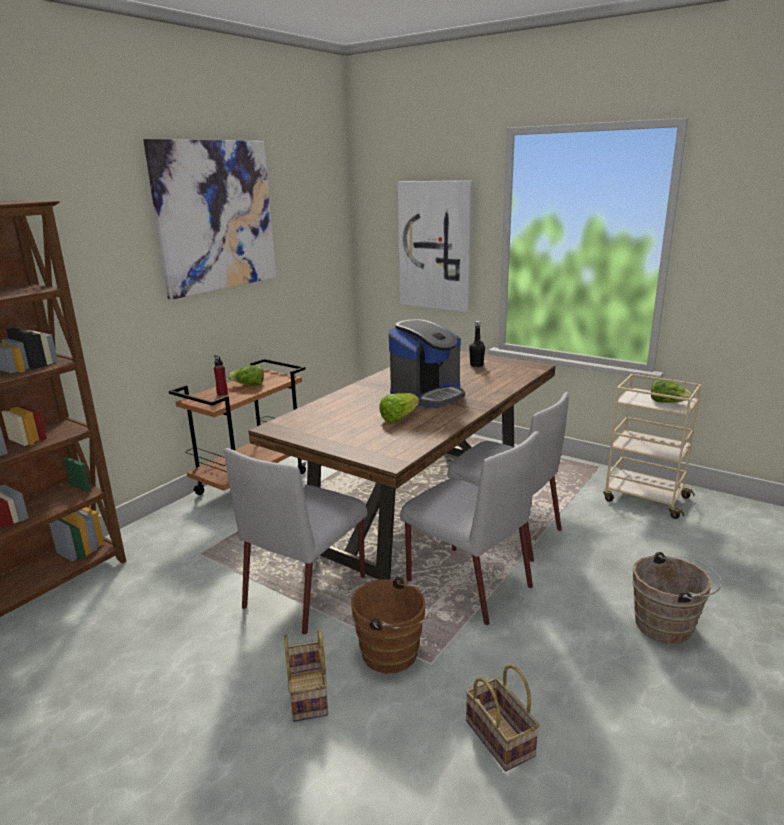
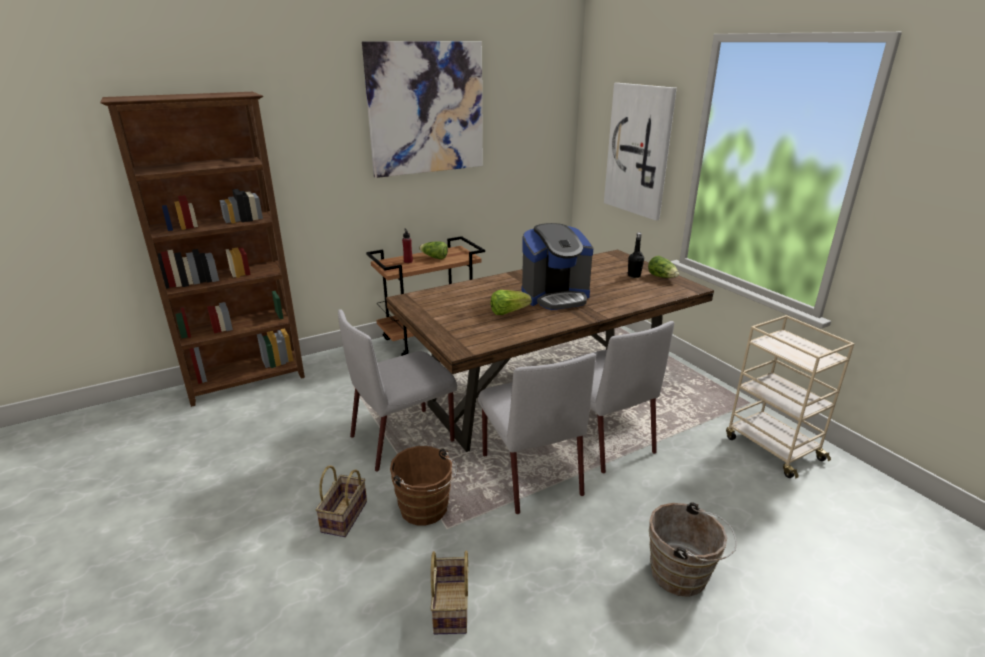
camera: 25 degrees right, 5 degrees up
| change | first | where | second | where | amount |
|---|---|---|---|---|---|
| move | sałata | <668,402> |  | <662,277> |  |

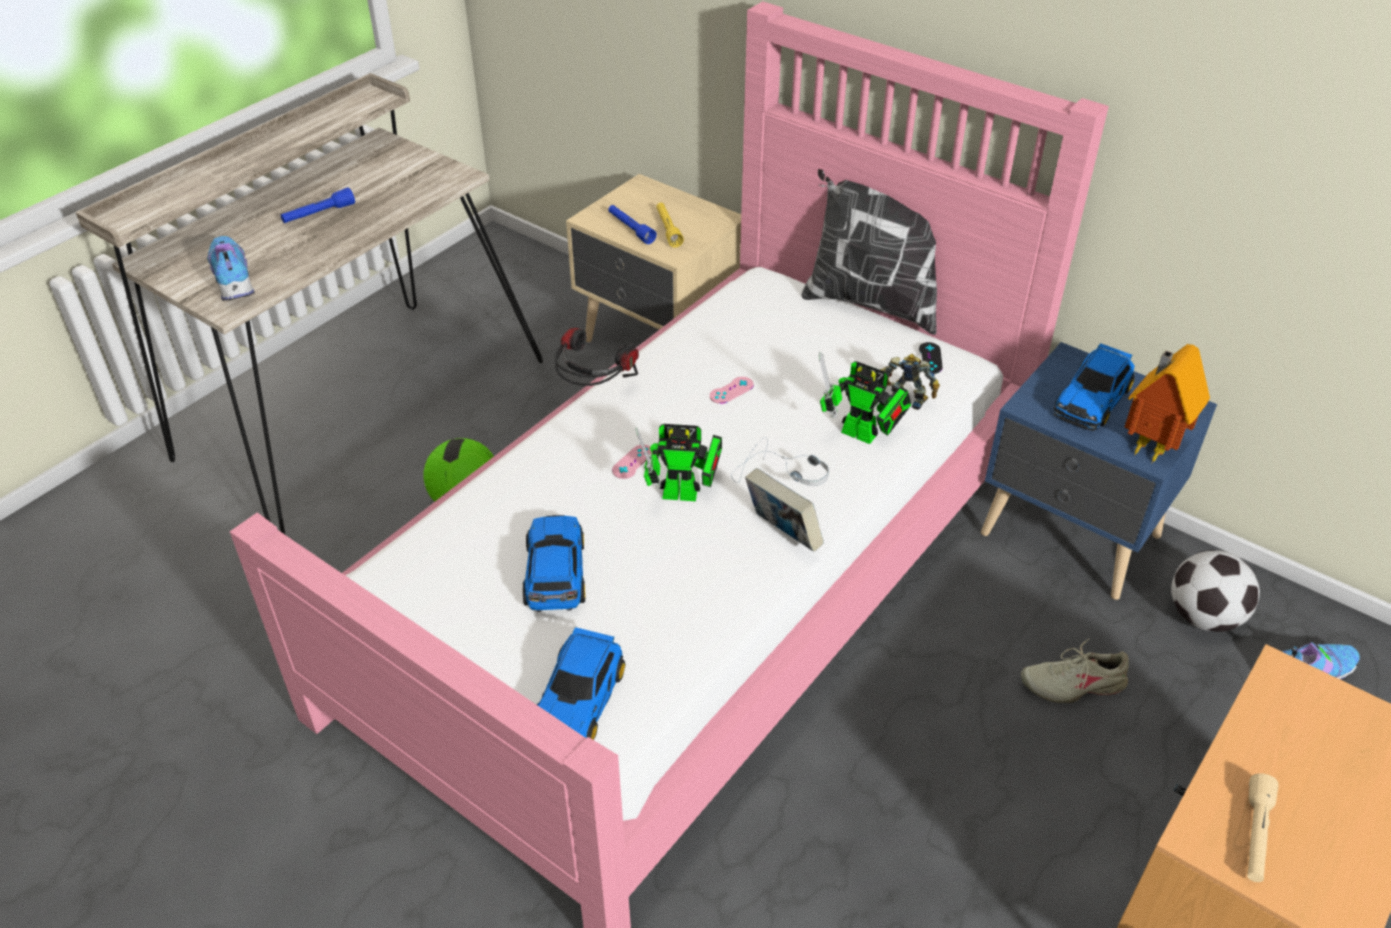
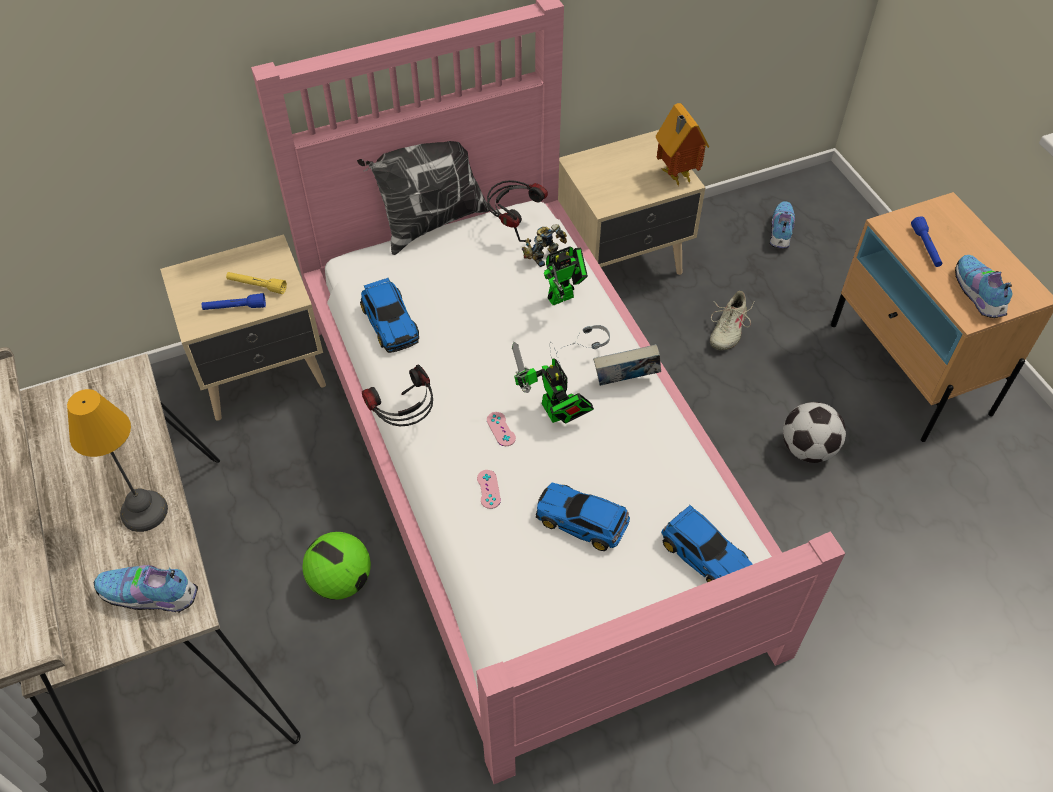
camera: 60 degrees left, 10 degrees up
| change | first | where | second | where | amount |
|---|---|---|---|---|---|
| insert |  |  | lampa stołowa | <143,512> |  |
| move | latarka/niebieski | <319,214> |  | <925,247> |  |
| move | pad do gier/różowy | <731,390> |  | <488,489> |  |
| move | samochodzik | <1093,399> |  | <390,322> |  |
| move | piłka futbolowa | <1203,617> |  | <807,449> |  |
| replace | pad do gier/czarny | <930,358> | słuchawki | <514,225> |  |
| replace | latarka/beżowy | <1255,835> | but | <978,296> |  |
| recolor | szafka nocna/niebieski | <1071,538> | szafka nocna/beżowy | <622,264> |  |
| rotate | robot zabawkowy | <686,495> |  | <555,414> | 120 degrees clockwise |

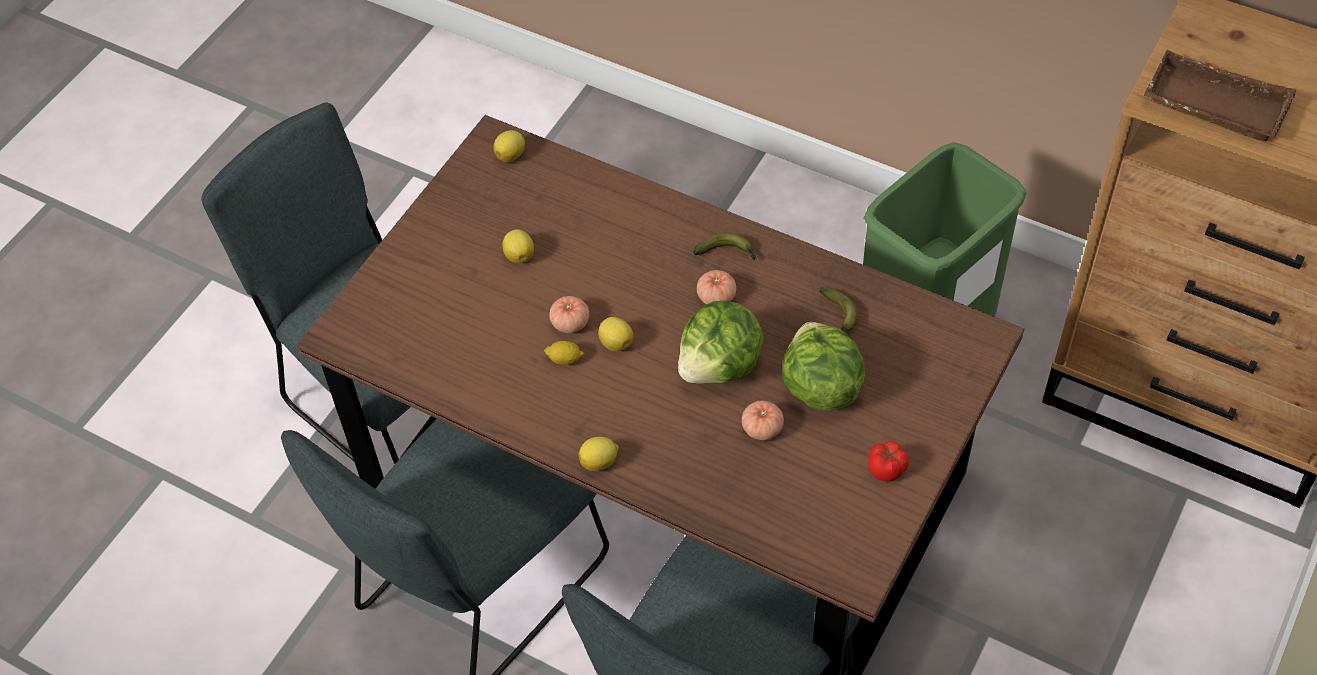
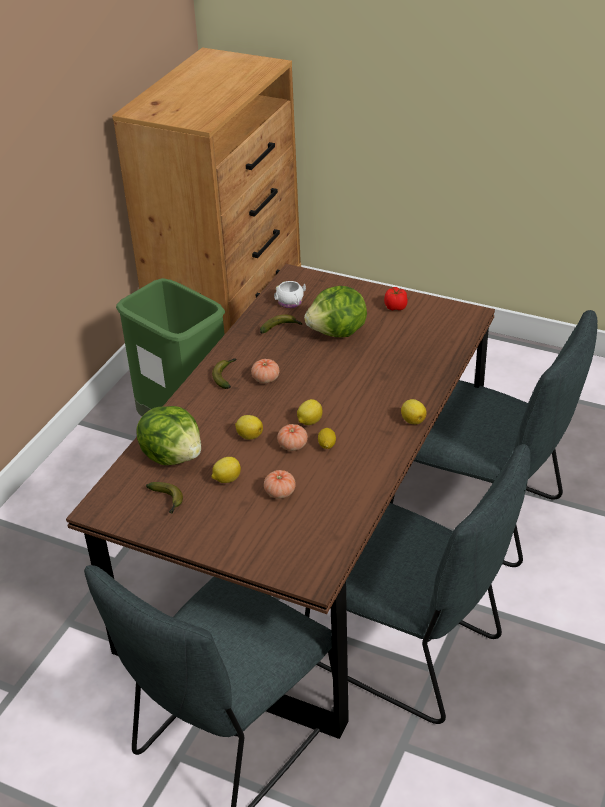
camera: 95 degrees left, 15 degrees down
| change | first | where | second | where | amount |
|---|---|---|---|---|---|
| delete | taca/brązowy | <1212,107> |  |  |  |
| insert |  |  | banan | <167,501> |  |
| insert |  |  | kubek/biały | <291,303> |  |
| move | cytryna | <511,155> |  | <249,435> |  |
| move | sałata | <721,366> |  | <173,455> |  |
| move | pomidor | <762,428> |  | <280,492> |  |

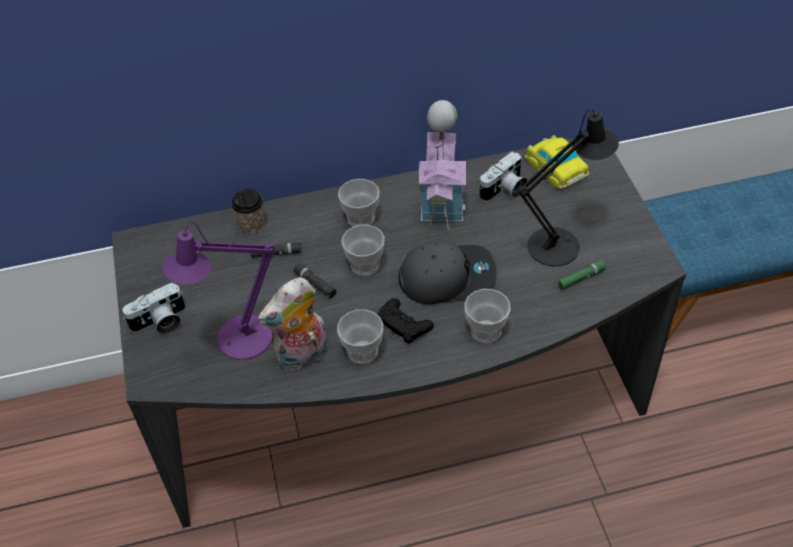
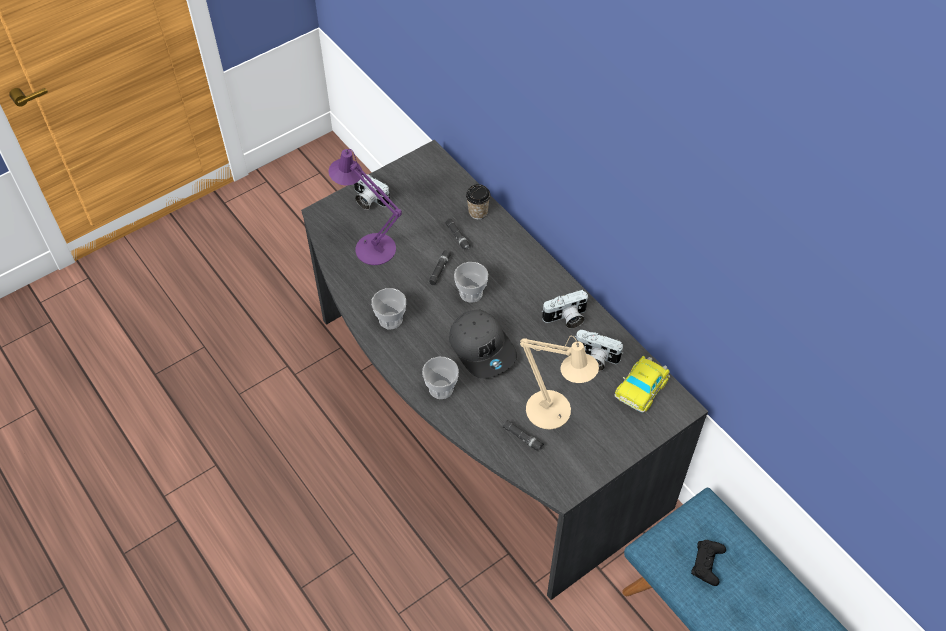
camera: 65 degrees right, 5 degrees up
| change | first | where | second | where | amount |
|---|---|---|---|---|---|
| delete | pluszak | <302,356> |  |  |  |
| delete | filiżanka | <361,218> |  |  |  |
| move | pad do gier/czarny | <403,324> |  | <707,563> |  |
| replace | domek | <443,197> | aparat fotograficzny | <566,318> |  |
| recolor | lampa stołowa/czarny | <560,244> | lampa stołowa/beżowy | <553,414> |  |
| recolor | latarka/zielony | <581,278> | latarka/czarny | <522,438> |  |

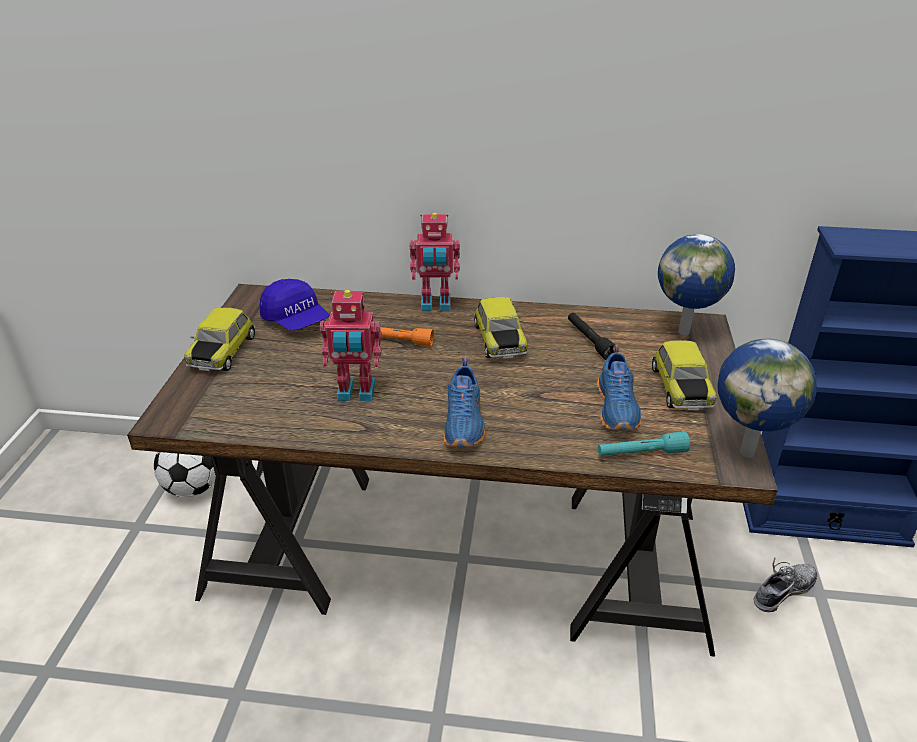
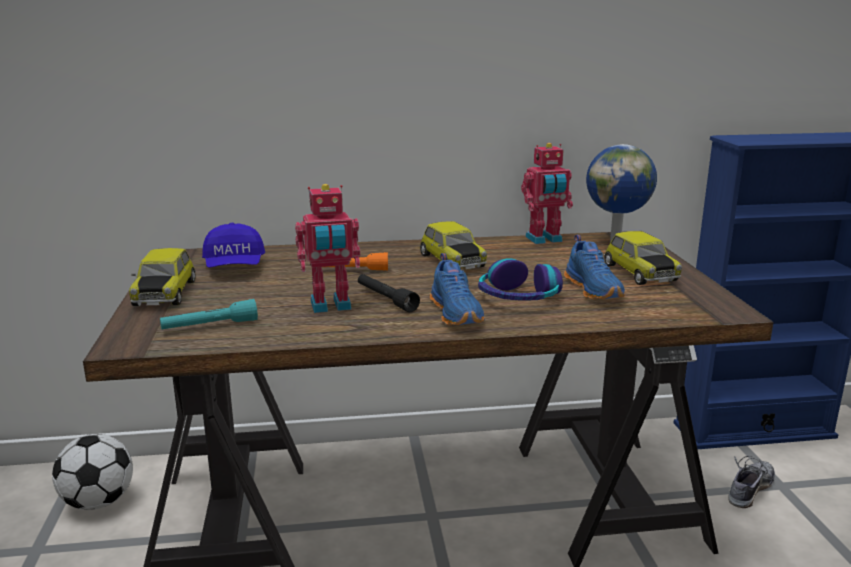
camera: 15 degrees left, 15 degrees down
| change | first | where | second | where | amount |
|---|---|---|---|---|---|
| delete | globus | <748,452> |  |  |  |
| insert |  |  | słuchawki | <518,297> |  |
| move | robot zabawkowy | <435,305> |  | <544,240> |  |
| move | latarka/czarny | <589,341> |  | <386,299> |  |
| move | latarka/turkusowy | <641,454> |  | <210,326> |  |
| rotate | czapka z daszkiem/niebieski | <296,320> |  | <234,267> | 45 degrees clockwise |

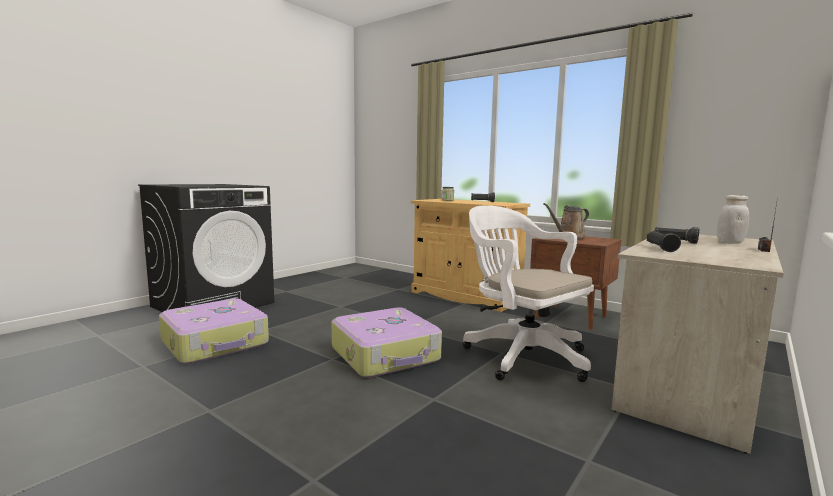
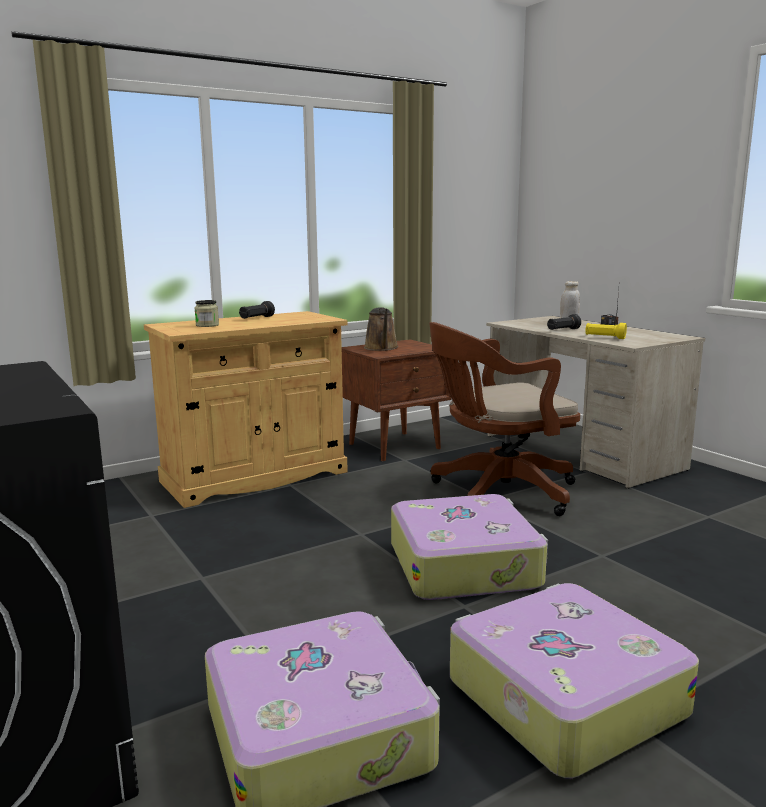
camera: 70 degrees left, 5 degrees up
| change | first | where | second | where | amount |
|---|---|---|---|---|---|
| insert |  |  | walizka | <562,696> |  |
| recolor | krzesło biurowe/biały | <521,355> | krzesło biurowe/brązowy | <497,493> |  |
| recolor | latarka/czarny | <661,248> | latarka/żółty | <604,337> |  |

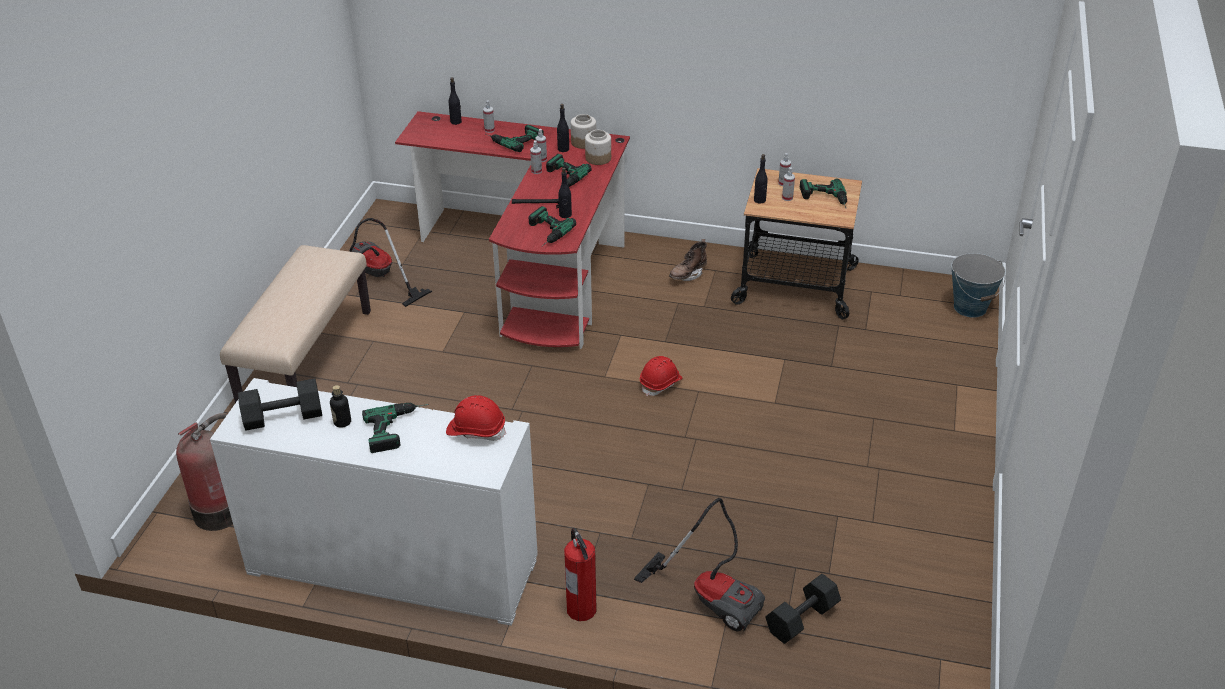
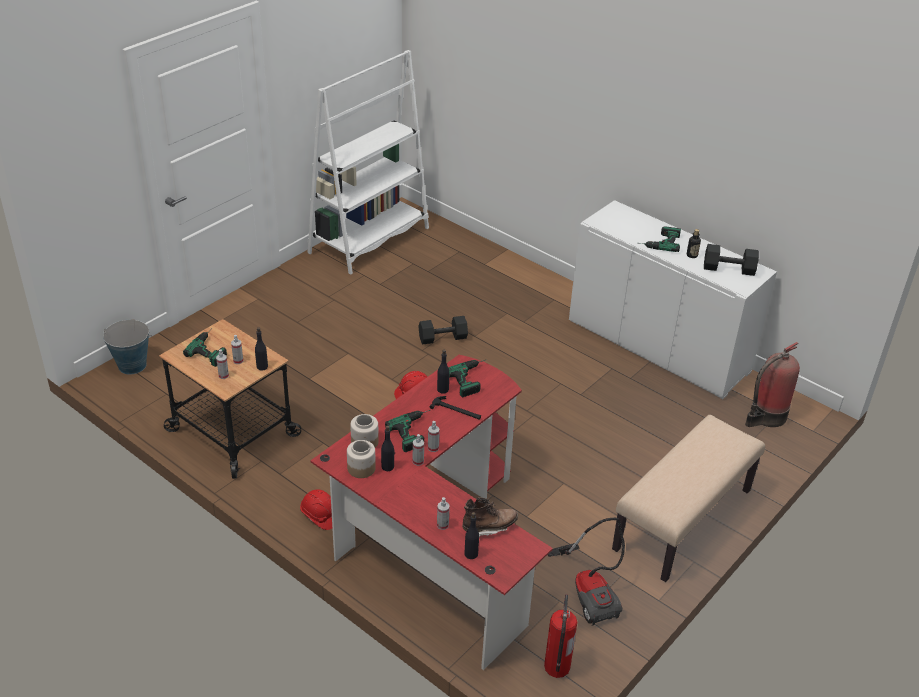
camera: 155 degrees left, 0 degrees up
| change | first | where | second | where | amount |
|---|---|---|---|---|---|
| delete | wiertarka | <513,139> |  |  |  |
| delete | odkurzacz | <712,596> |  |  |  |
| insert |  |  | regał/biały | <369,240> |  |
| move | kask/czerwony | <476,430> |  | <320,516> |  |
| move | gaśnica | <581,608> |  | <557,667> |  |
| move | but z cholewką/brązowy | <688,275> |  | <489,527> |  |
| move | hantel/czarny | <802,620> |  | <443,337> |  |

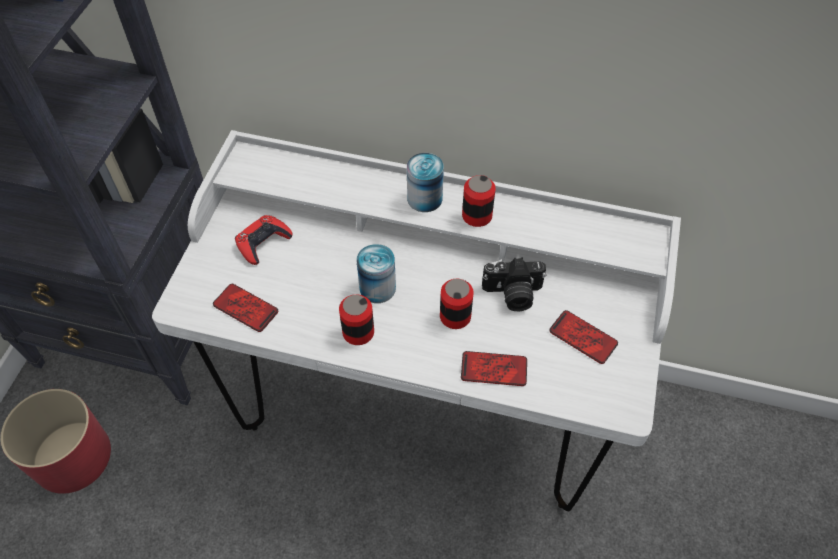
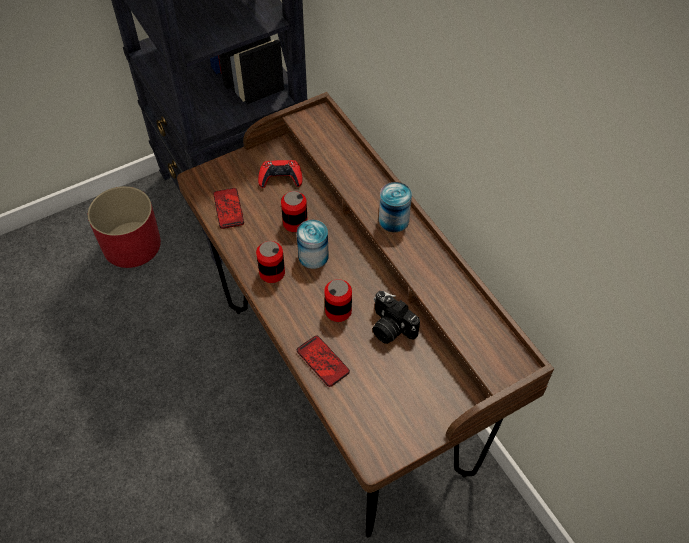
camera: 45 degrees right, 0 degrees up
| change | first | where | second | where | amount |
|---|---|---|---|---|---|
| delete | telefon | <583,337> |  |  |  |
| move | puszka | <477,216> |  | <295,223> |  |
| recolor | biurko/biały | <419,409> | biurko/brązowy | <346,387> |  |

